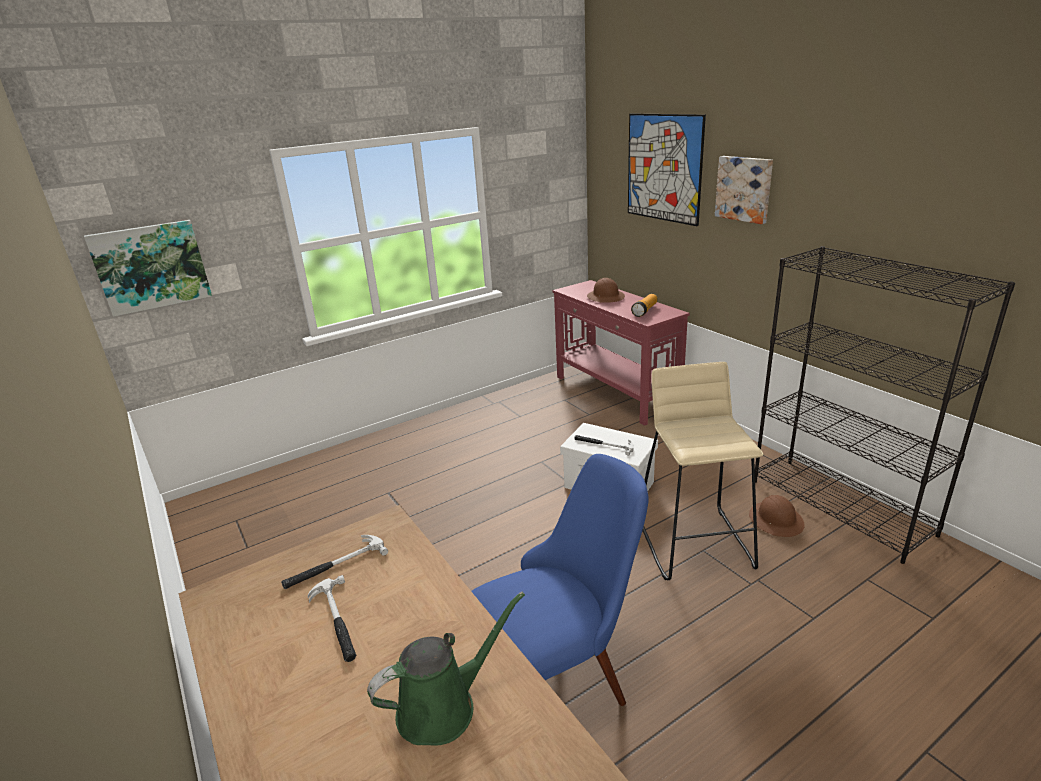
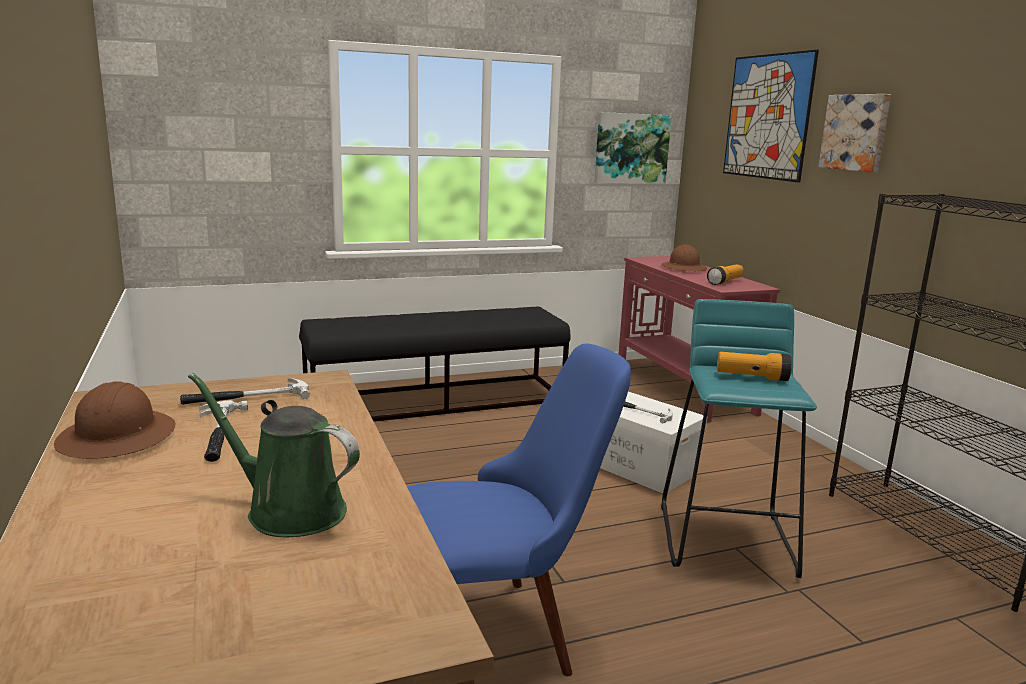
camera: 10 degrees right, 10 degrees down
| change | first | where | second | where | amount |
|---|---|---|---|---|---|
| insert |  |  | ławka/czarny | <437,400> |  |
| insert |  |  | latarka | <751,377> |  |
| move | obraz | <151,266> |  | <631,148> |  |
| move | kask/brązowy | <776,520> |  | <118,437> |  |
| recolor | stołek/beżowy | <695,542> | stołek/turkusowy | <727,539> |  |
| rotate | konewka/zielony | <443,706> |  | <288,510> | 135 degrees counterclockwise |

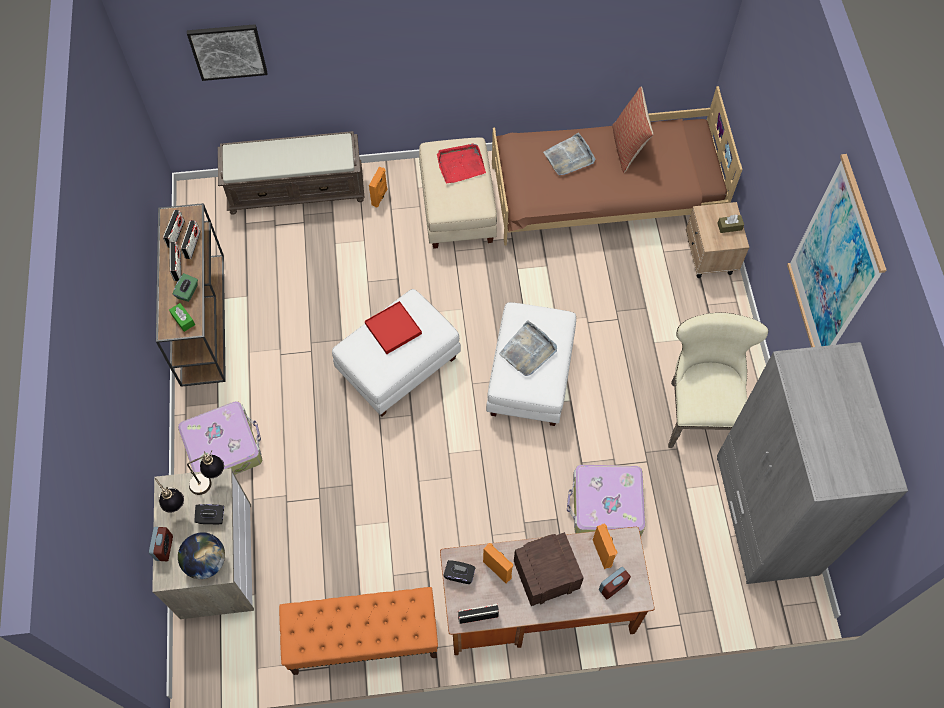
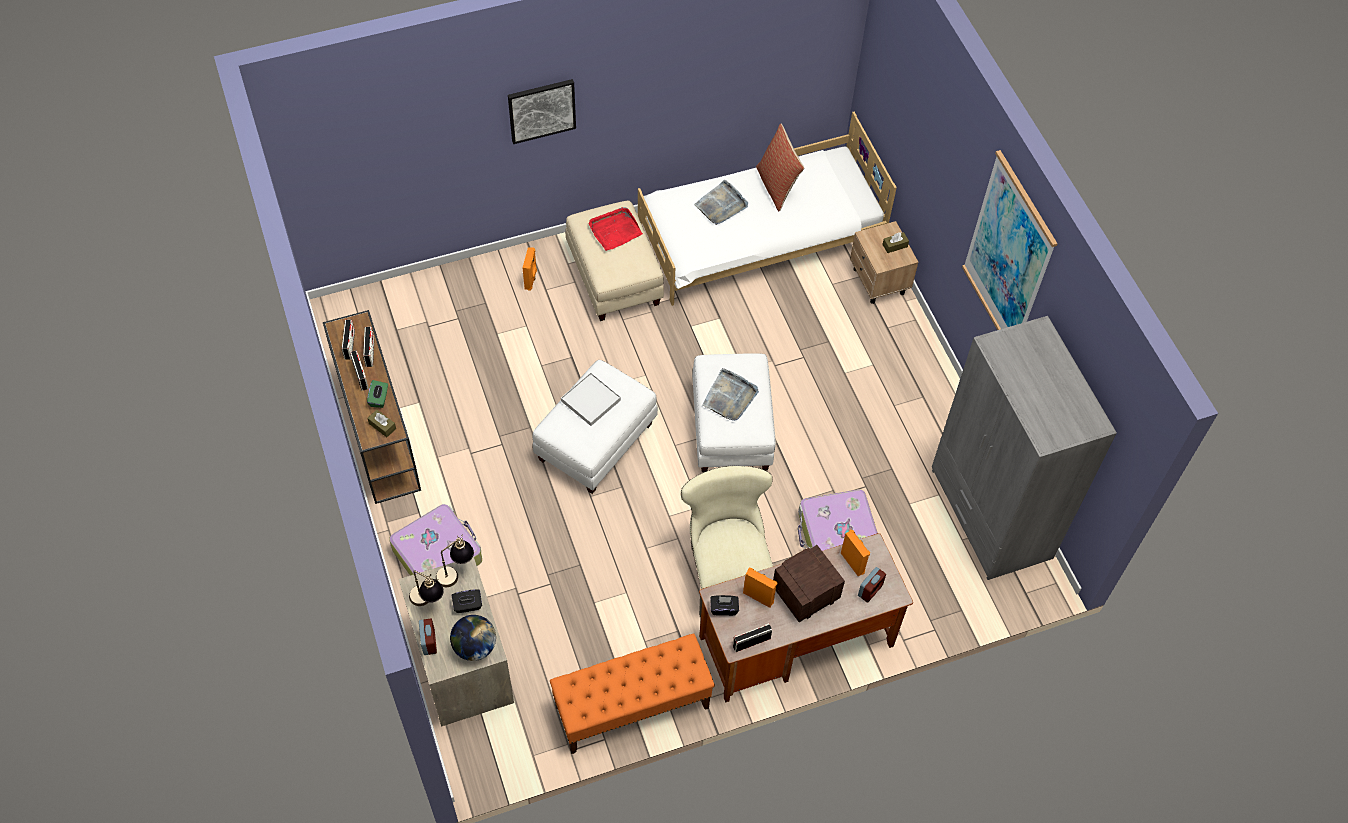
camera: 15 degrees left, 5 degrees down
| change | first | where | second | where | amount |
|---|---|---|---|---|---|
| delete | ławka/brązowy | <297,190> |  |  |  |
| move | obraz | <228,51> |  | <541,110> |  |
| move | krzesło/beżowy | <699,409> |  | <725,570> |  |
| recolor | pudełko chusteczek/zielony | <183,319> | pudełko chusteczek/brązowy | <382,426> |  |
| recolor | taca/czerwony | <393,329> | taca/biały | <591,400> |  |
| recolor | łóżko/brązowy | <604,194> | łóżko/biały | <759,238> |  |

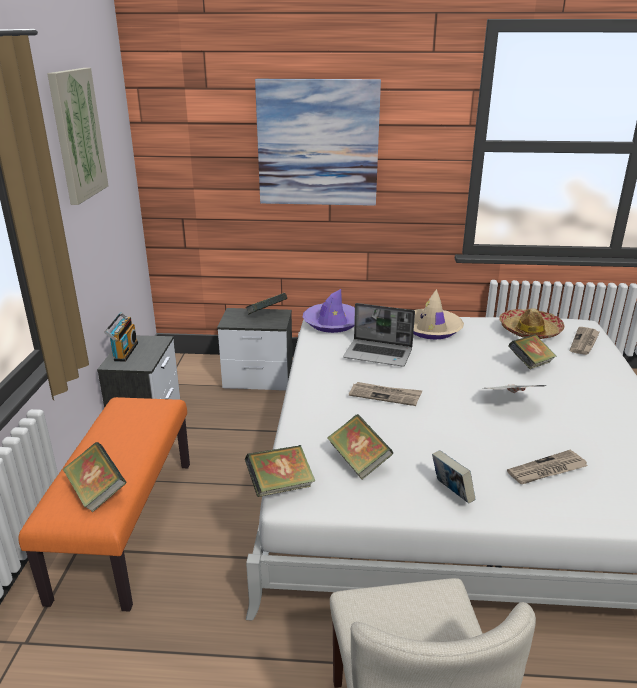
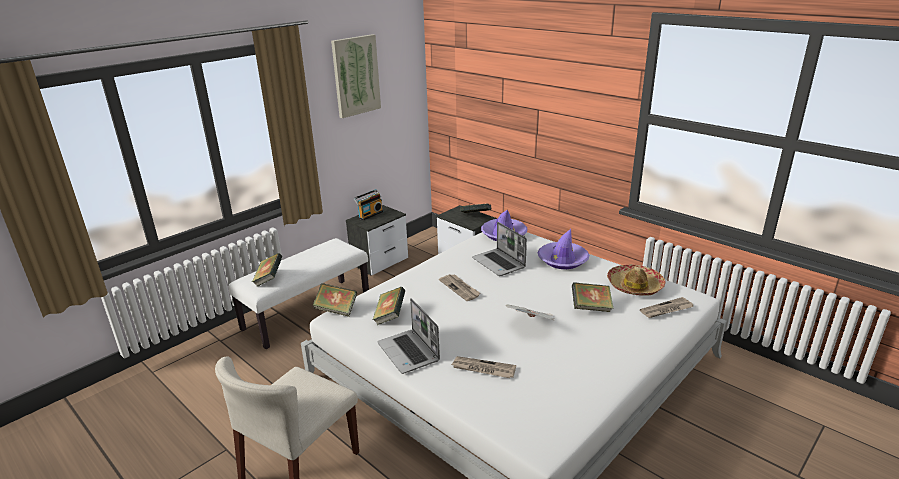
camera: 40 degrees right, 0 degrees up
| change | first | where | second | where | amount |
|---|---|---|---|---|---|
| delete | obraz | <318,143> |  |  |  |
| replace | książka | <451,492> | laptop | <409,352> |  |
| recolor | ławka/pomarańczowy | <125,526> | ławka/biały | <307,312> |  |
| recolor | kapelusz/beżowy | <431,329> | kapelusz/fioletowy | <562,260> |  |

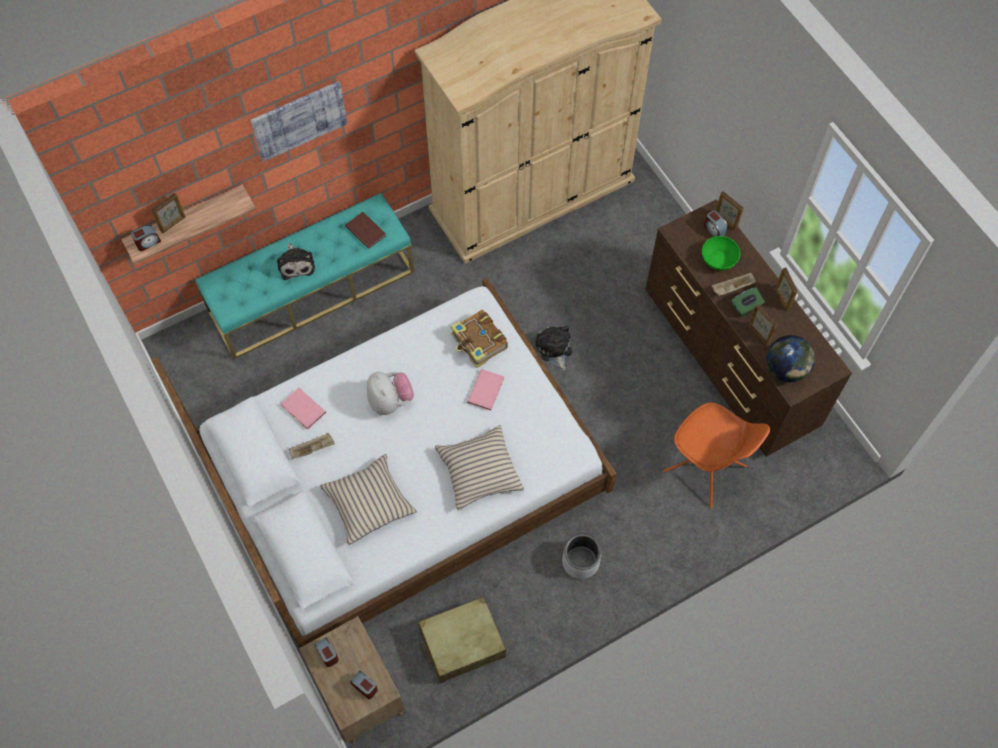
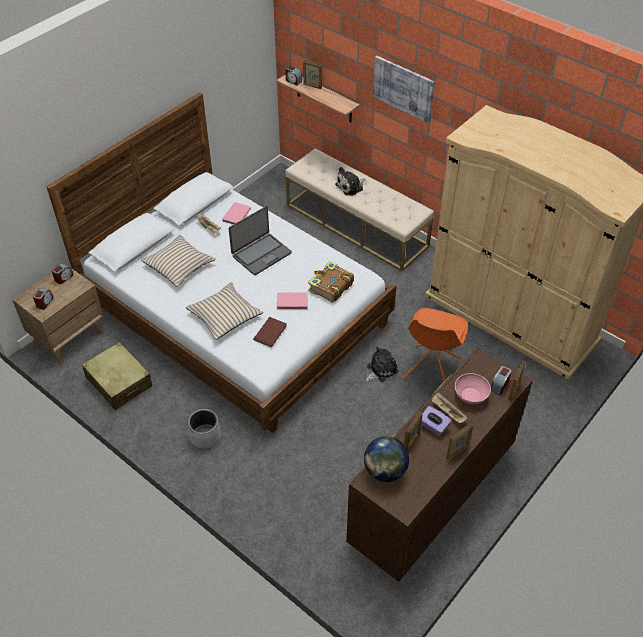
camera: 70 degrees right, 15 degrees down
| change | first | where | second | where | amount |
|---|---|---|---|---|---|
| move | książka/brązowy | <366,230> |  | <271,333> |  |
| move | krzesło/pomarańczowy | <706,470> |  | <430,369> |  |
| replace | pluszak | <390,401> | laptop | <261,254> |  |
| recolor | ławka/turkusowy | <312,291> | ławka/beżowy | <356,225> |  |
| recolor | miska/zielony | <718,259> | miska/różowy | <471,395> |  |
| recolor | pudełko chusteczek/zielony | <746,307> | pudełko chusteczek/fioletowy | <433,426> |  |

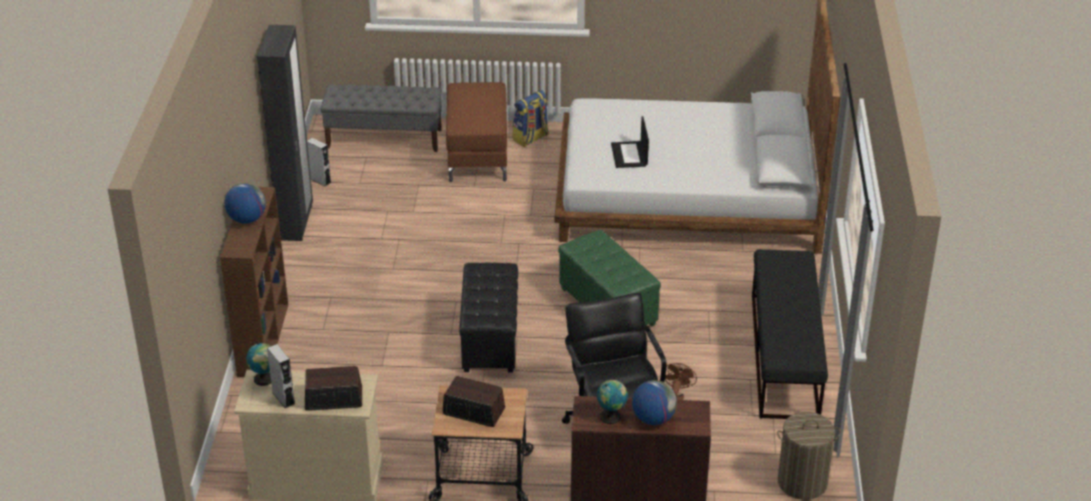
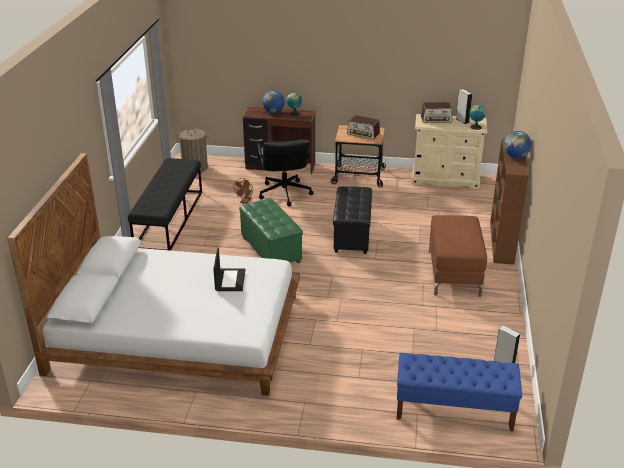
camera: 175 degrees left, 5 degrees down
| change | first | where | second | where | amount |
|---|---|---|---|---|---|
| delete | szafa/czarny | <296,223> |  |  |  |
| delete | plecak | <531,138> |  |  |  |
| move | pufa/brązowy | <477,154> |  | <454,273> |  |
| recolor | ławka/szary | <384,138> | ławka/niebieski | <453,410> |  |

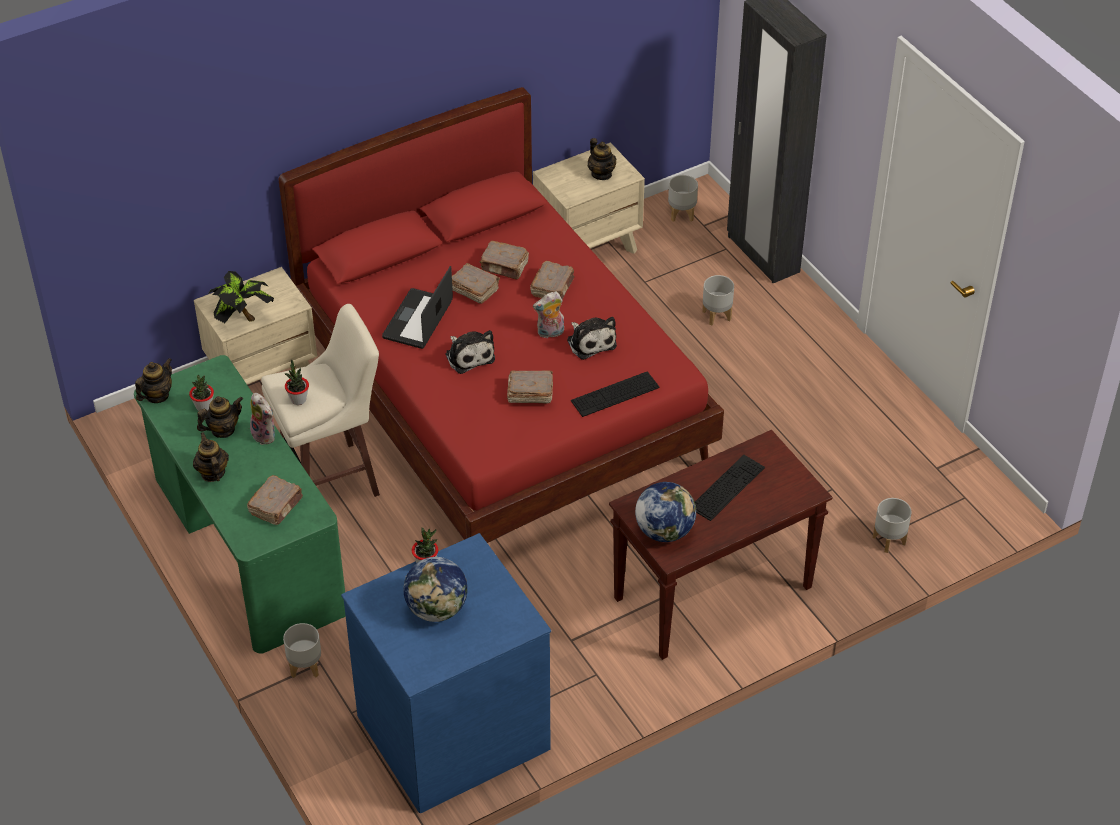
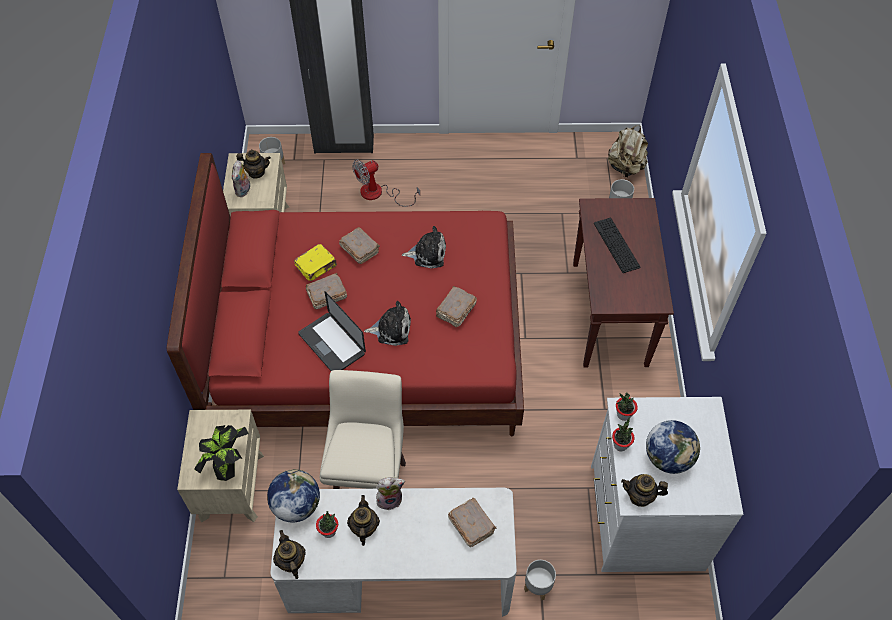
camera: 60 degrees left, 10 degrees up
| change | first | where | second | where | amount |
|---|---|---|---|---|---|
| delete | klawiatura | <615,394> |  |  |  |
| insert |  |  | plecak/beżowy | <625,167> |  |
| move | imbryk | <212,473> |  | <640,496> |  |
| move | roślina doniczkowa | <298,399> |  | <623,415> |  |
| move | pluszak | <550,333> |  | <244,191> |  |
| move | globus | <664,531> |  | <296,505> |  |
| replace | donica/szary | <717,316> | wentylator | <379,194> |  |
| recolor | biurko/zielony | <247,547> | biurko/biały | <399,575> |  |
| recolor | komoda/niebieski | <451,730> | komoda/biały | <644,516> |  |
| recolor | książka/brązowy | <505,266> | książka/żółty | <316,266> |  |

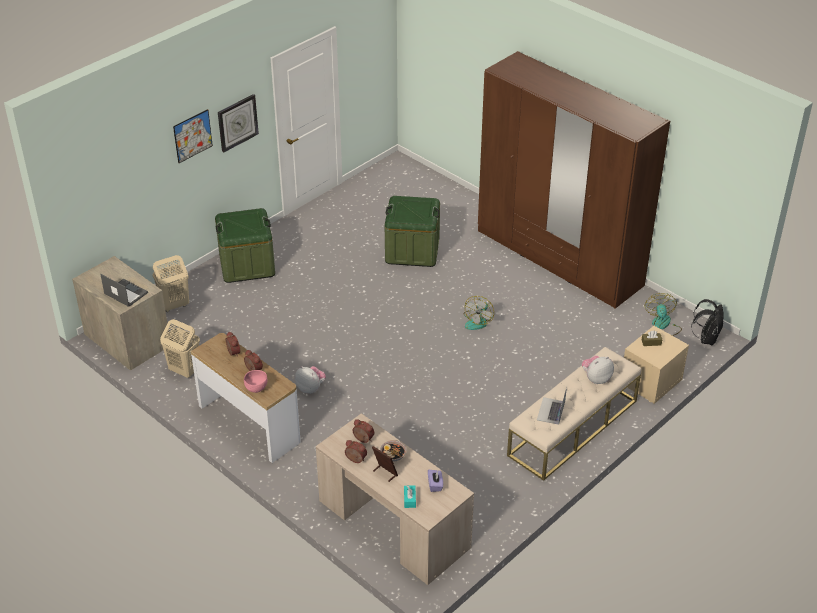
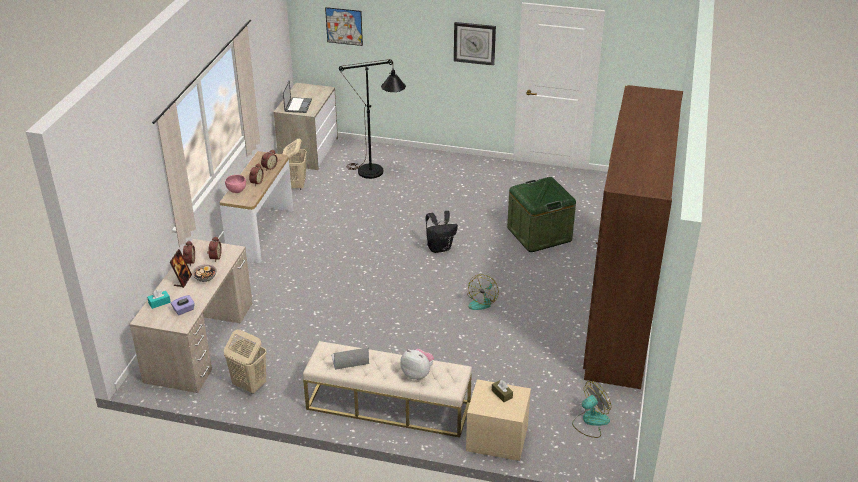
camera: 60 degrees right, 5 degrees down
| change | first | where | second | where | amount |
|---|---|---|---|---|---|
| delete | pojemnik do przechowywania/zielony | <247,265> |  |  |  |
| delete | pluszak | <311,388> |  |  |  |
| insert |  |  | lampa stojąca/czarny | <377,173> |  |
| move | kosz na pranie/beżowy | <174,305> |  | <249,385> |  |
| move | obraz | <192,136> |  | <344,26> |  |
| move | plecak/czarny | <706,338> |  | <440,248> |  |
| rotate | wentylator | <478,321> |  | <482,301> | 60 degrees counterclockwise |

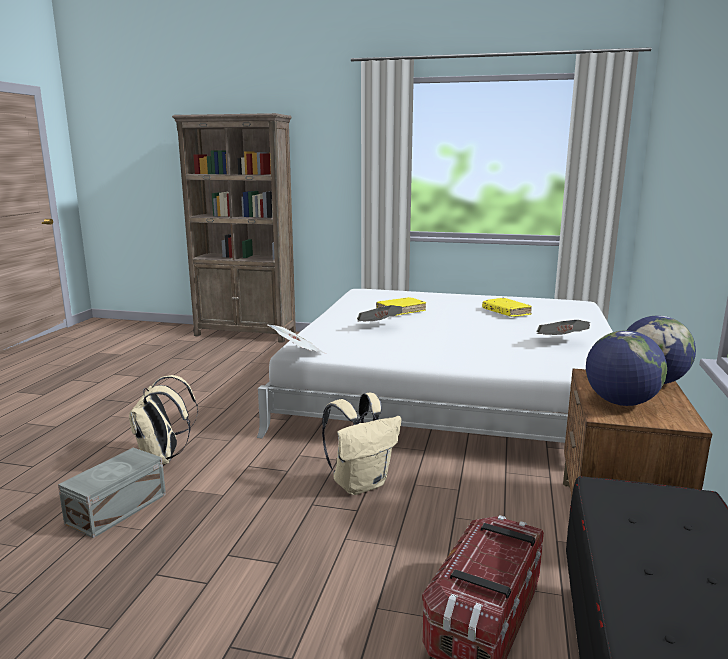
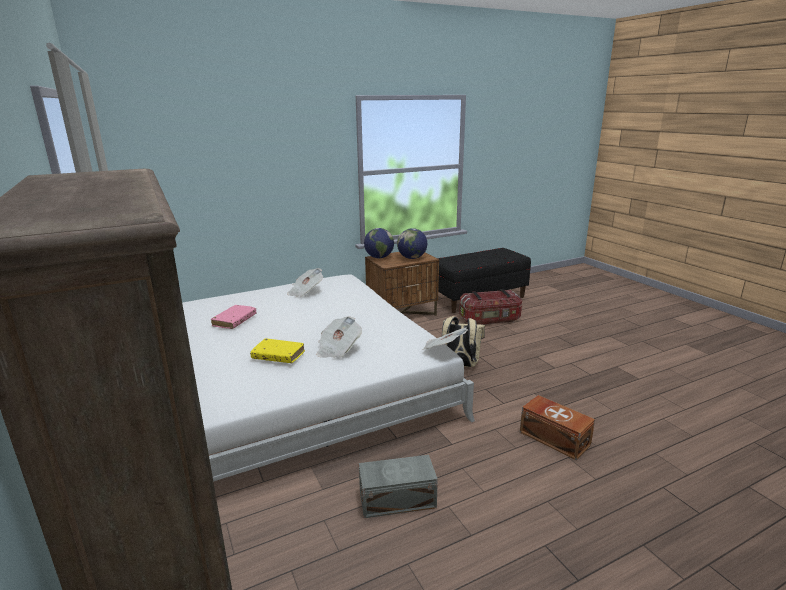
camera: 130 degrees left, 5 degrees up
| change | first | where | second | where | amount |
|---|---|---|---|---|---|
| move | pojemnik do przechowywania/szary | <119,508> |  | <396,499> |  |
| replace | plecak/beżowy | <163,459> | pojemnik do przechowywania/brązowy | <554,437> |  |
| recolor | książka/żółty | <506,312> | książka/różowy | <234,321> |  |

